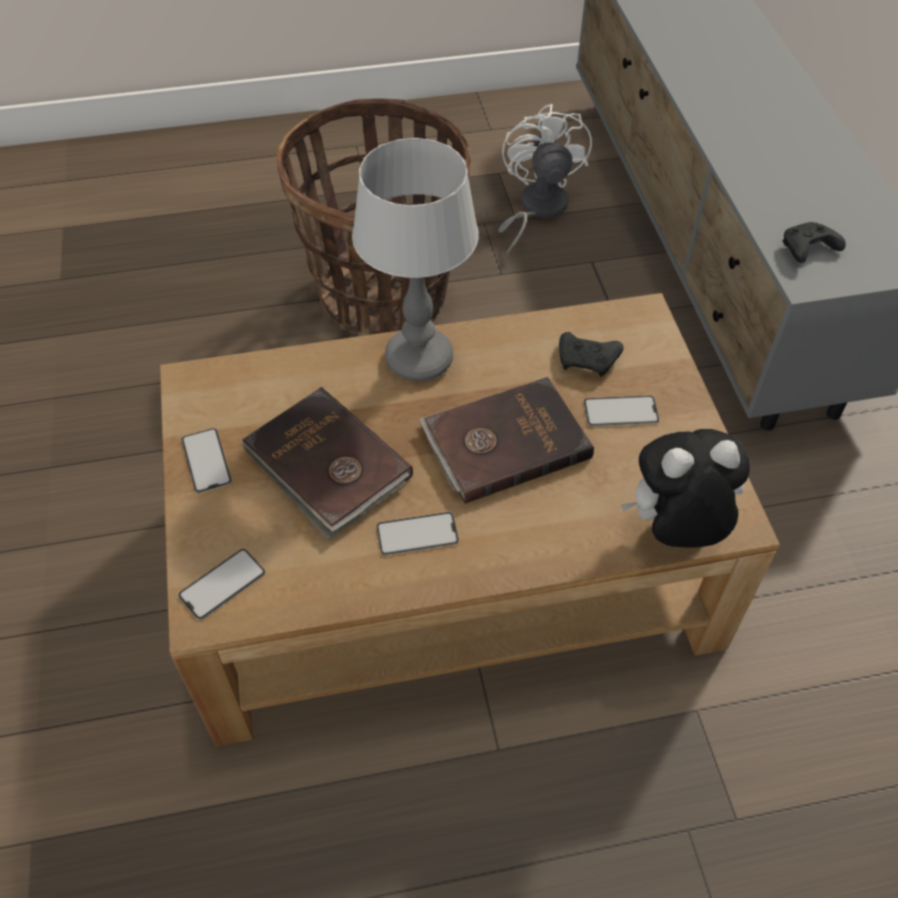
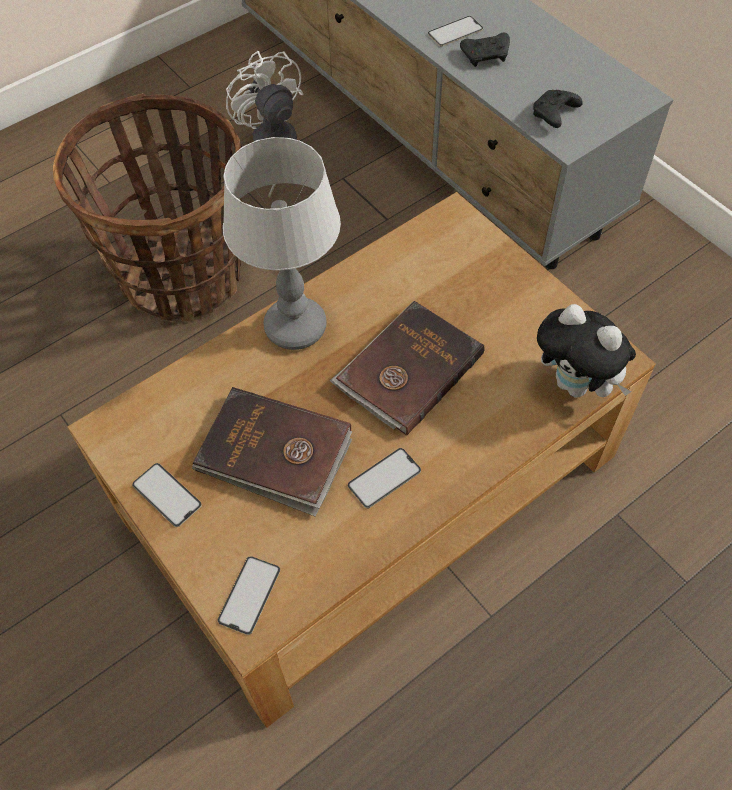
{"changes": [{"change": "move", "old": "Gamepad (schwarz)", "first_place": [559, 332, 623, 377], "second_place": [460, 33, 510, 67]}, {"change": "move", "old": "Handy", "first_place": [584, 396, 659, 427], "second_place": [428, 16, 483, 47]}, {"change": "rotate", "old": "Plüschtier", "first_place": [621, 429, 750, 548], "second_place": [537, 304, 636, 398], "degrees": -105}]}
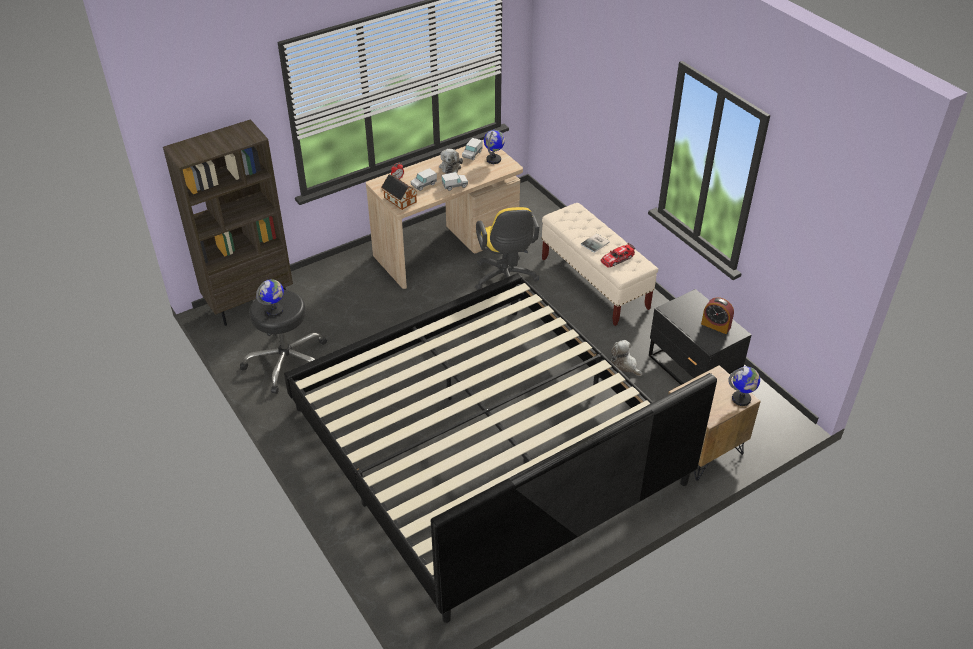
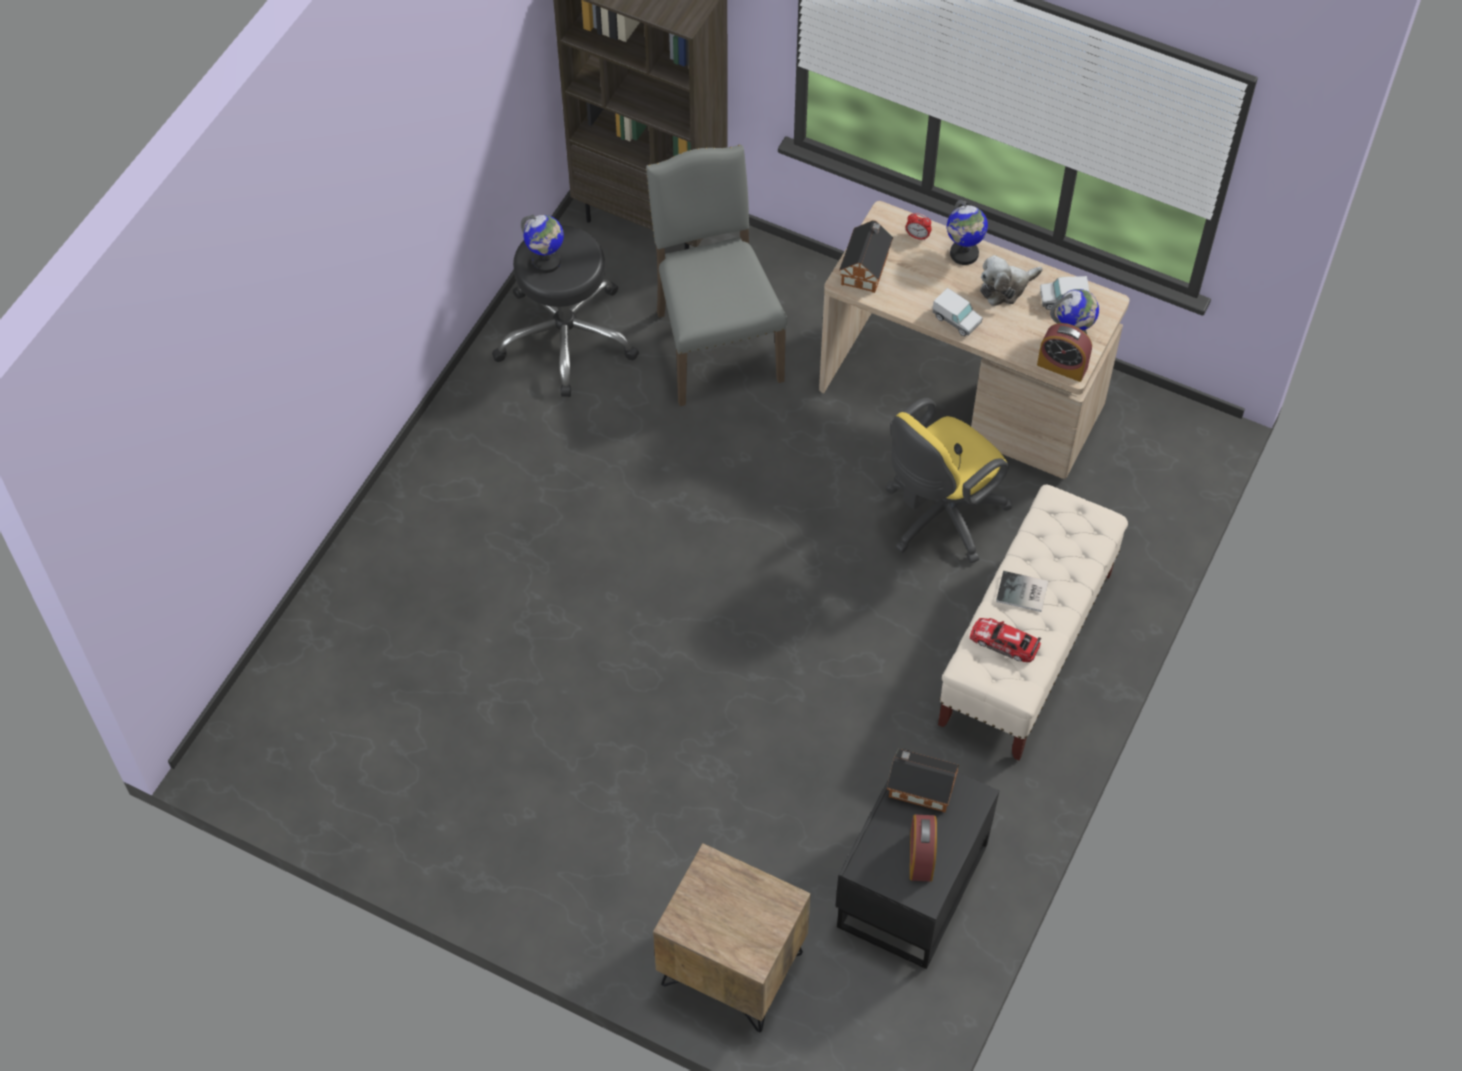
{"changes": [{"change": "delete", "old": "Bett", "first_place": [284, 273, 717, 623]}, {"change": "delete", "old": "Spielzeuglaster", "first_place": [411, 168, 437, 191]}, {"change": "delete", "old": "Plüschtier", "first_place": [611, 340, 643, 376]}, {"change": "move", "old": "Globus", "first_place": [728, 367, 760, 406], "second_place": [947, 200, 988, 265]}, {"change": "insert", "new": "Stuhl (grau)", "second_place": [646, 145, 787, 406]}, {"change": "insert", "new": "Spielzeughaus", "second_place": [887, 749, 959, 812]}, {"change": "insert", "new": "Wecker", "second_place": [1037, 323, 1092, 382]}]}
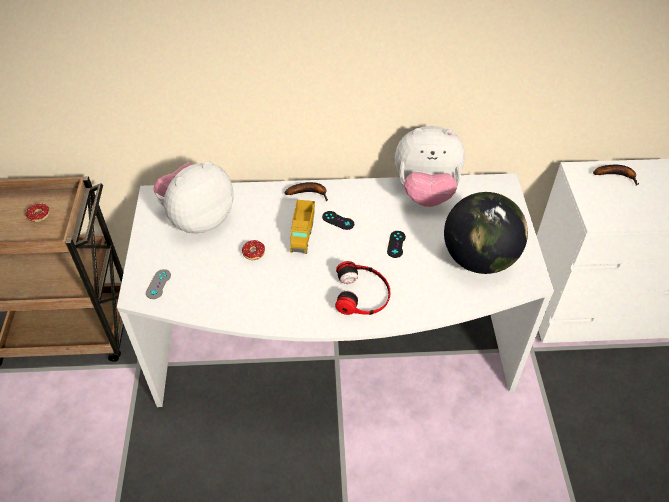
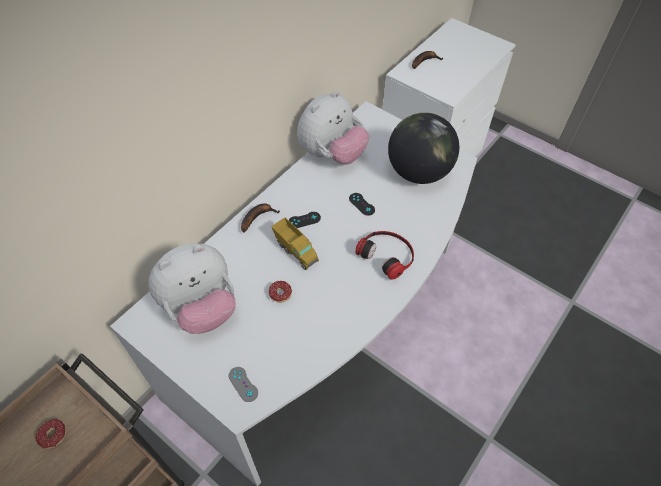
{"changes": [{"change": "rotate", "old": "Plüschtier", "first_place": [154, 161, 233, 234], "second_place": [149, 244, 236, 334], "degrees": -120}]}
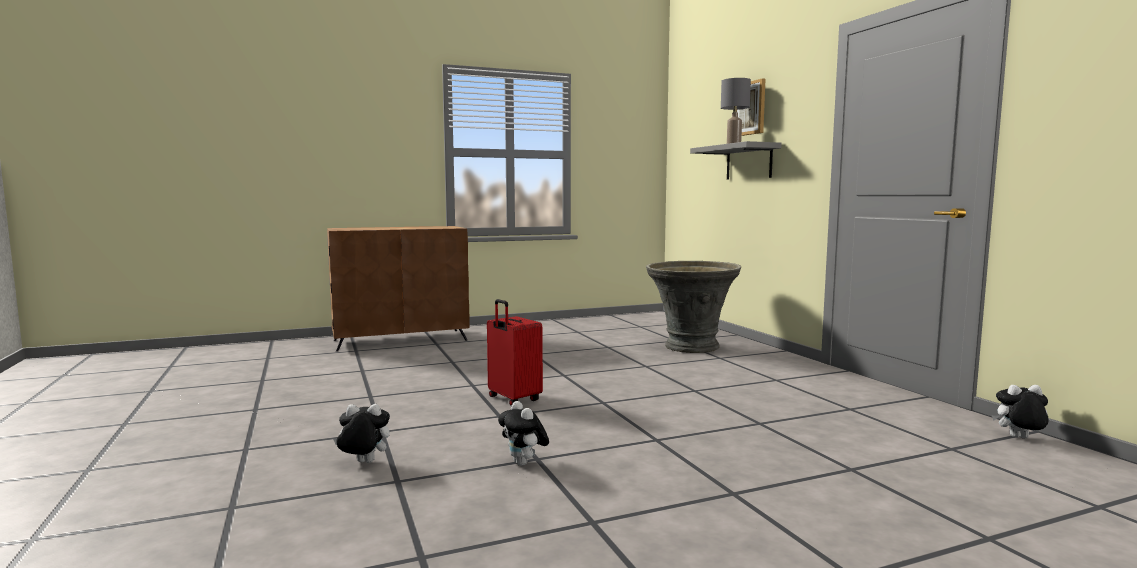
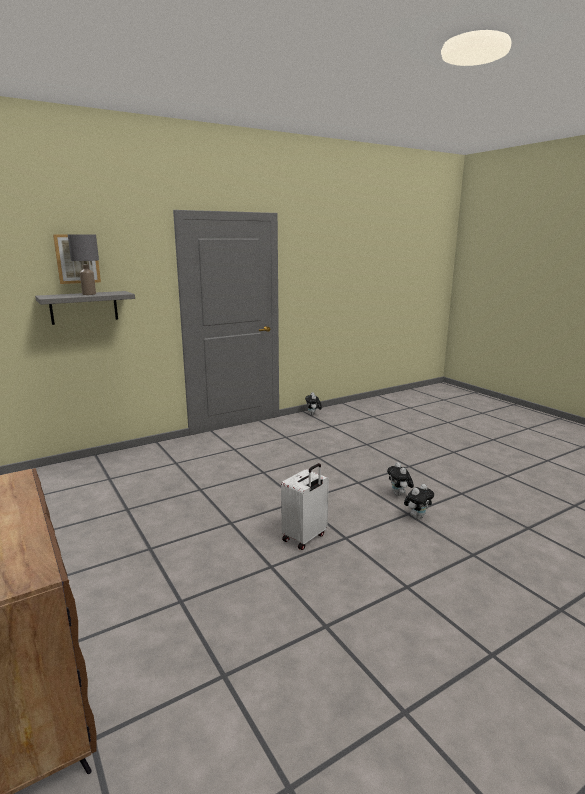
{"changes": [{"change": "move", "old": "Plüschtier", "first_place": [333, 404, 390, 463], "second_place": [387, 462, 414, 496]}, {"change": "recolor", "old": "Koffer (rot)", "new": "Koffer (weiß)", "first_place": [487, 299, 543, 406], "second_place": [281, 463, 329, 550]}, {"change": "delete", "old": "Pflanzkübel (grau)", "first_place": [646, 261, 741, 353]}]}
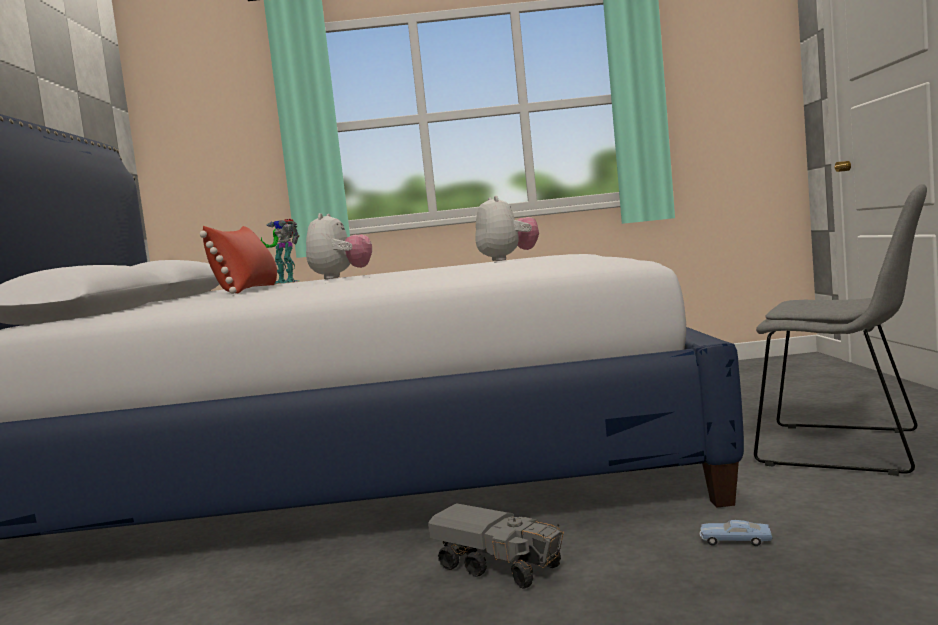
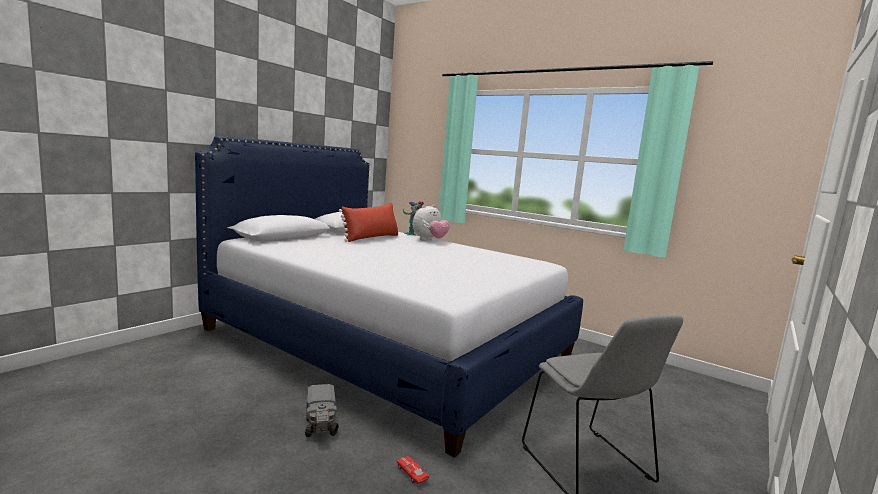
{"changes": [{"change": "delete", "old": "Plüschtier", "first_place": [475, 196, 539, 261]}, {"change": "recolor", "old": "Spielzeugauto (blau)", "new": "Spielzeugauto (rot)", "first_place": [700, 520, 772, 546], "second_place": [397, 456, 429, 484]}]}
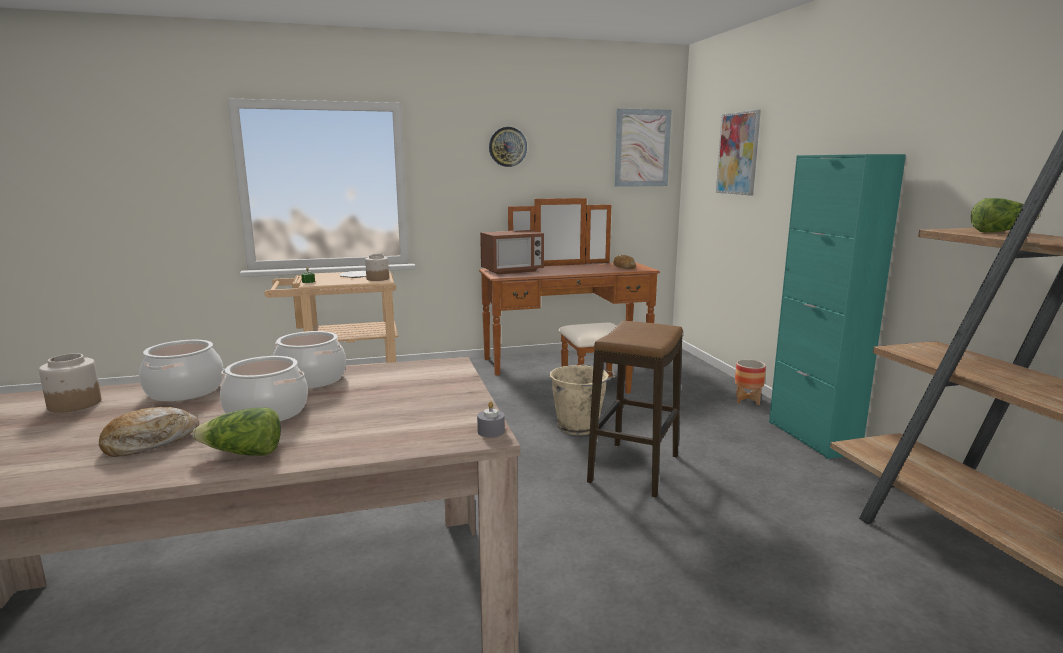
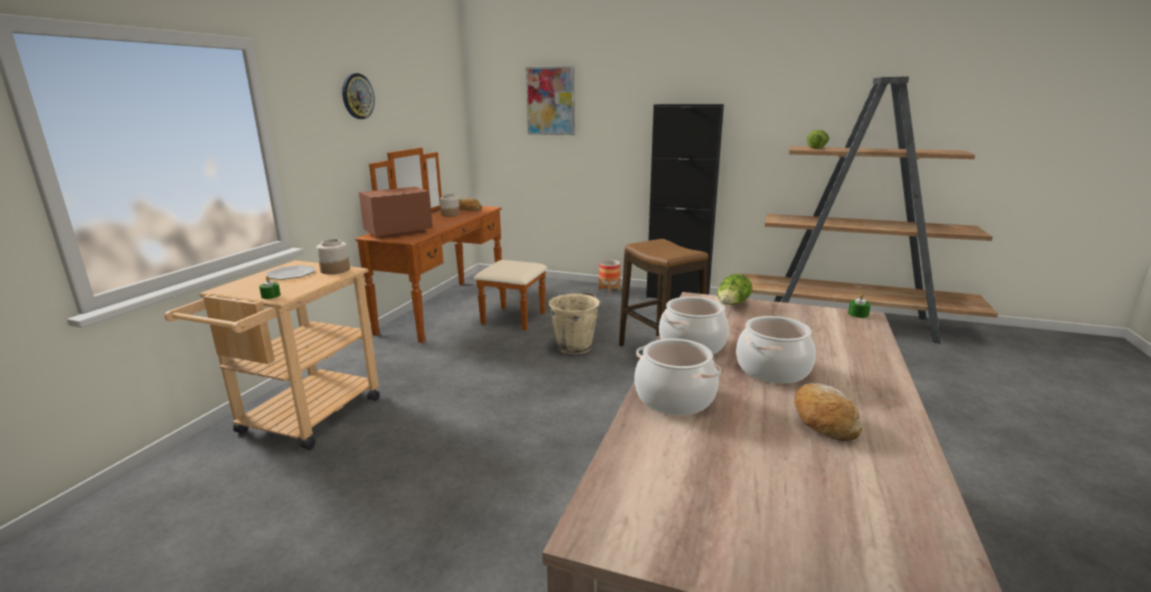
{"changes": [{"change": "move", "old": "Vorratsglas", "first_place": [39, 353, 101, 413], "second_place": [440, 194, 460, 217]}, {"change": "move", "old": "Salatkopf", "first_place": [192, 407, 281, 456], "second_place": [717, 274, 753, 305]}, {"change": "recolor", "old": "Kerze (grau)", "new": "Kerze (grün)", "first_place": [477, 401, 505, 438], "second_place": [848, 293, 871, 318]}, {"change": "rotate", "old": "Mikrowelle", "first_place": [480, 230, 544, 274], "second_place": [359, 187, 433, 238], "degrees": -135}, {"change": "delete", "old": "Bild", "first_place": [614, 109, 672, 187]}, {"change": "recolor", "old": "Schrank (türkis)", "new": "Schrank (schwarz)", "first_place": [769, 154, 906, 459], "second_place": [646, 104, 724, 300]}]}
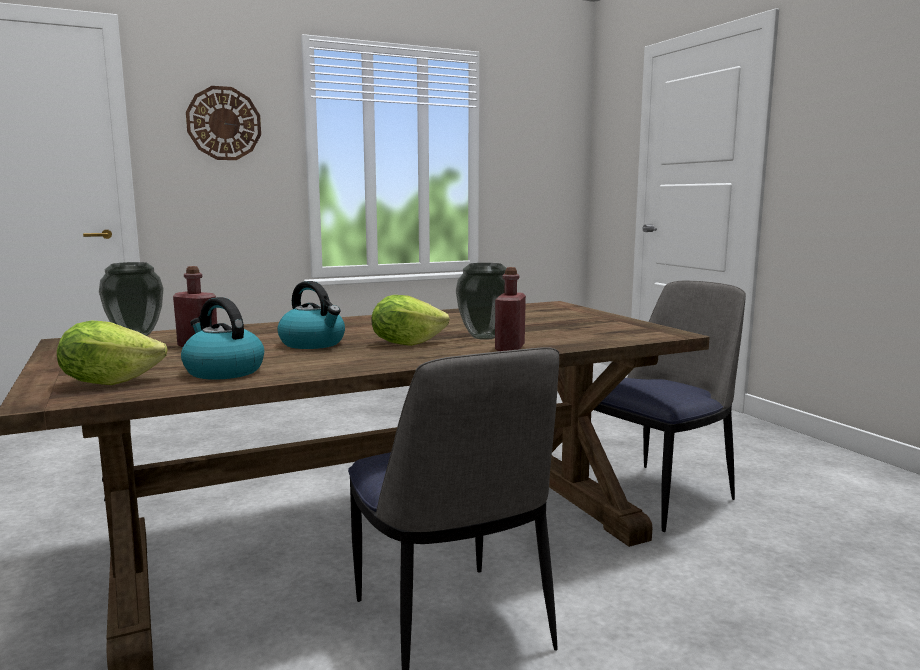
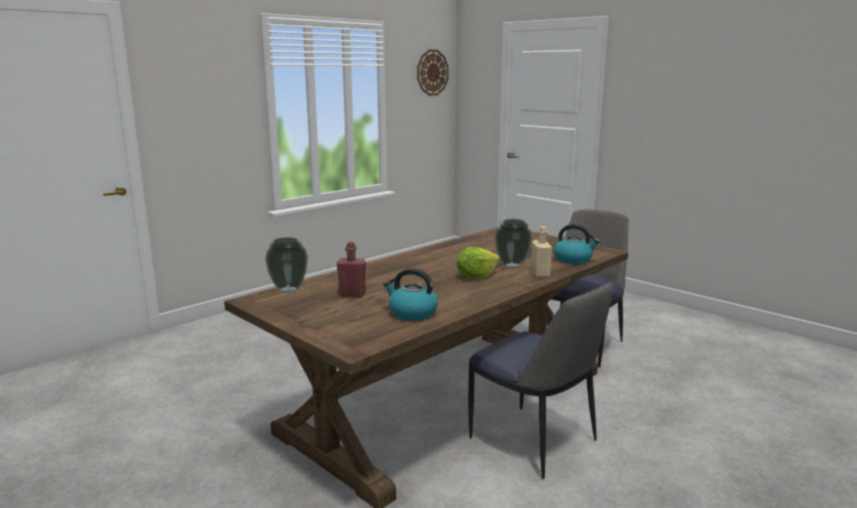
{"changes": [{"change": "delete", "old": "Salatkopf", "first_place": [57, 321, 168, 385]}, {"change": "move", "old": "Wanduhr", "first_place": [186, 86, 261, 160], "second_place": [417, 50, 449, 96]}, {"change": "move", "old": "Wasserkessel", "first_place": [277, 281, 345, 349], "second_place": [554, 224, 600, 264]}, {"change": "recolor", "old": "Flasche (rot)", "new": "Flasche (beige)", "first_place": [495, 267, 526, 351], "second_place": [531, 226, 552, 277]}]}
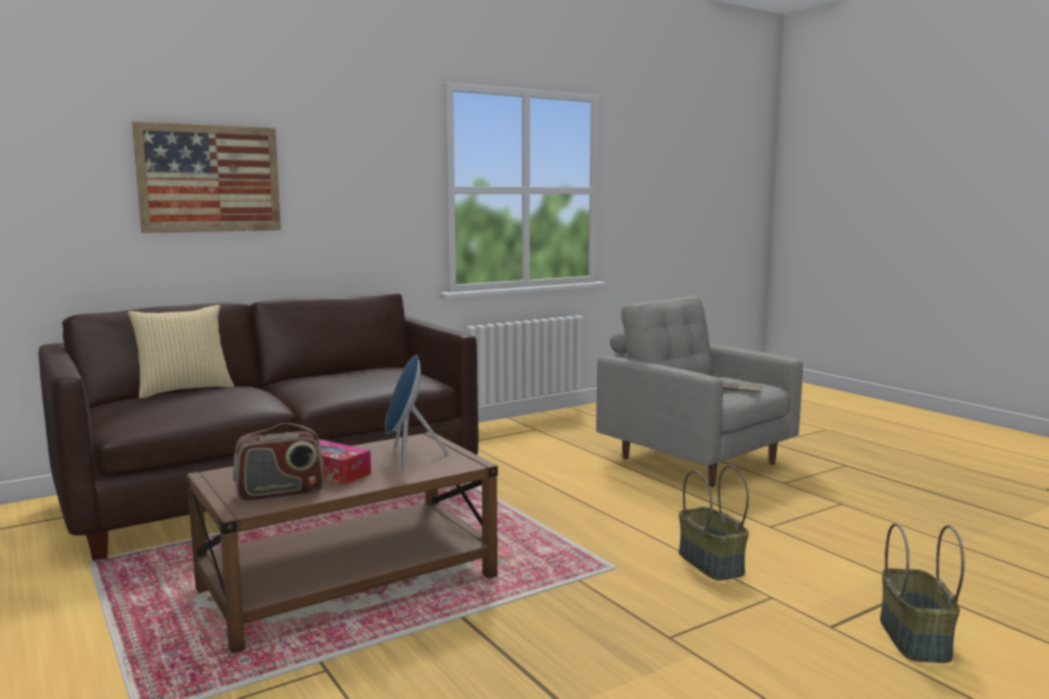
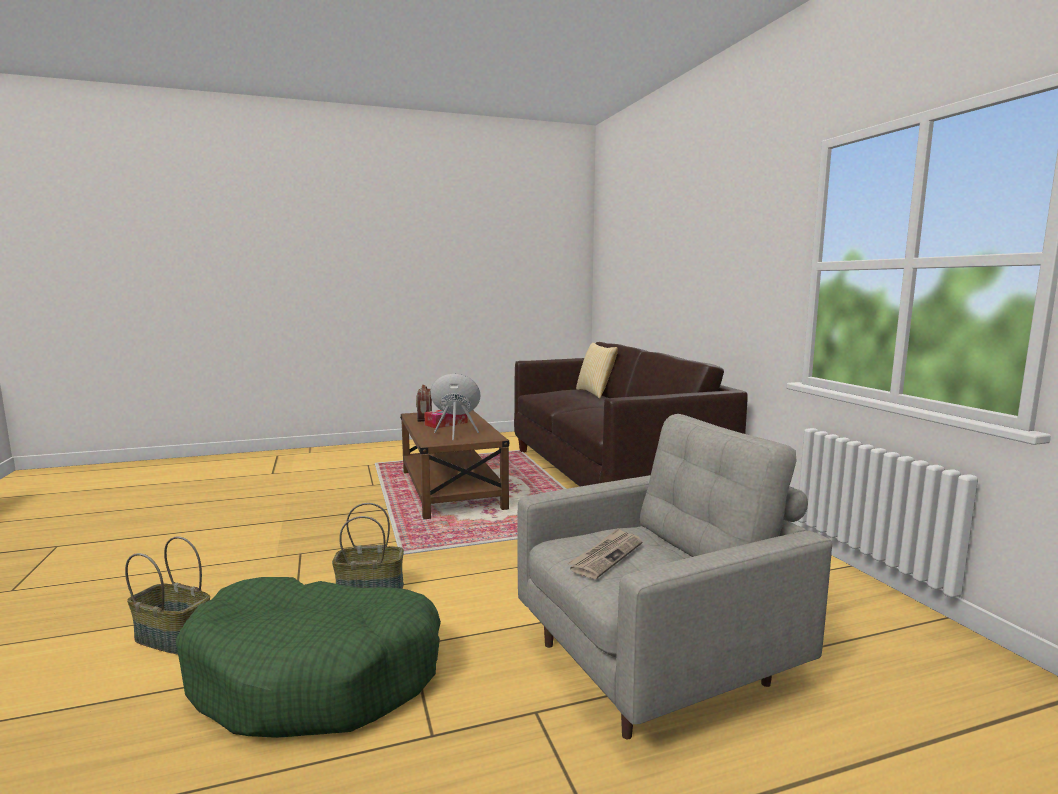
{"changes": [{"change": "delete", "old": "Bild", "first_place": [132, 121, 281, 233]}, {"change": "insert", "new": "Hundebett (grün)", "second_place": [175, 577, 441, 738]}]}
